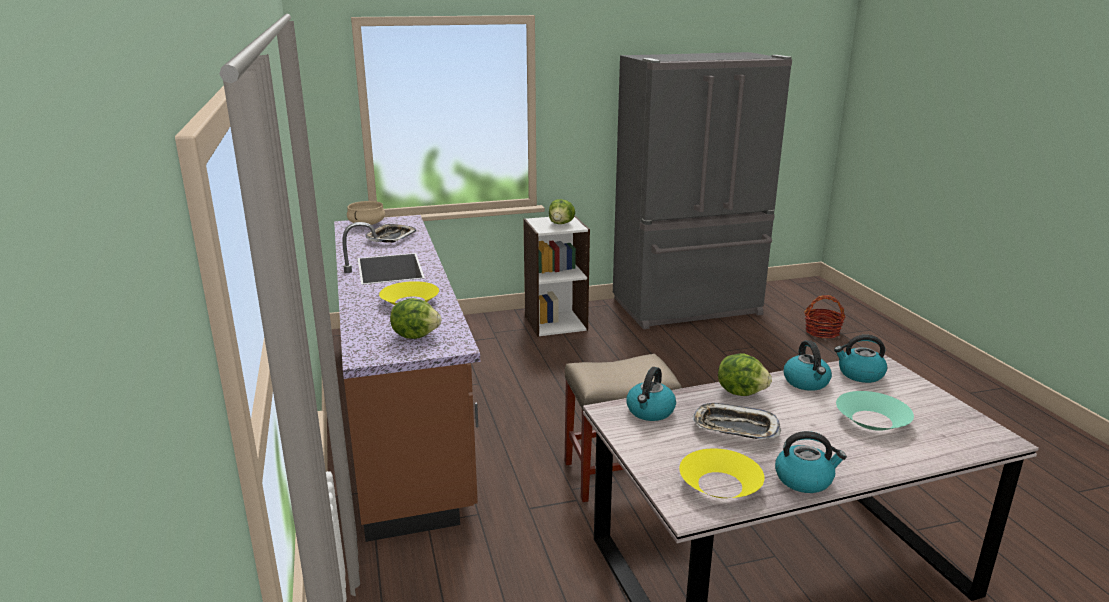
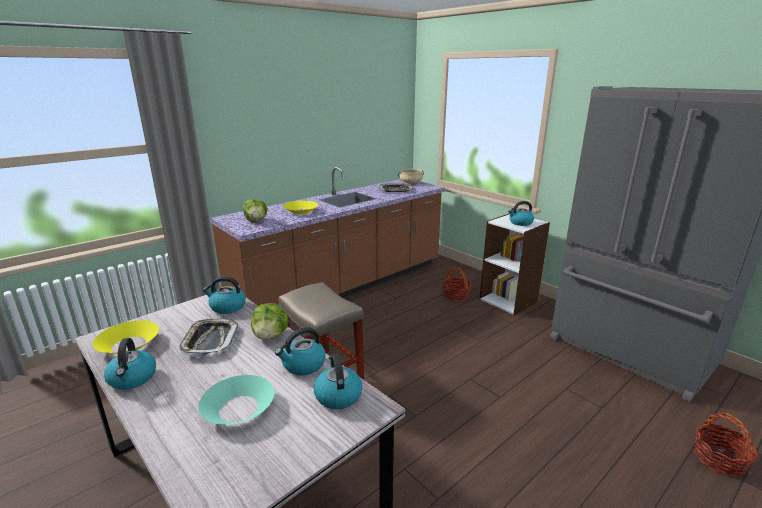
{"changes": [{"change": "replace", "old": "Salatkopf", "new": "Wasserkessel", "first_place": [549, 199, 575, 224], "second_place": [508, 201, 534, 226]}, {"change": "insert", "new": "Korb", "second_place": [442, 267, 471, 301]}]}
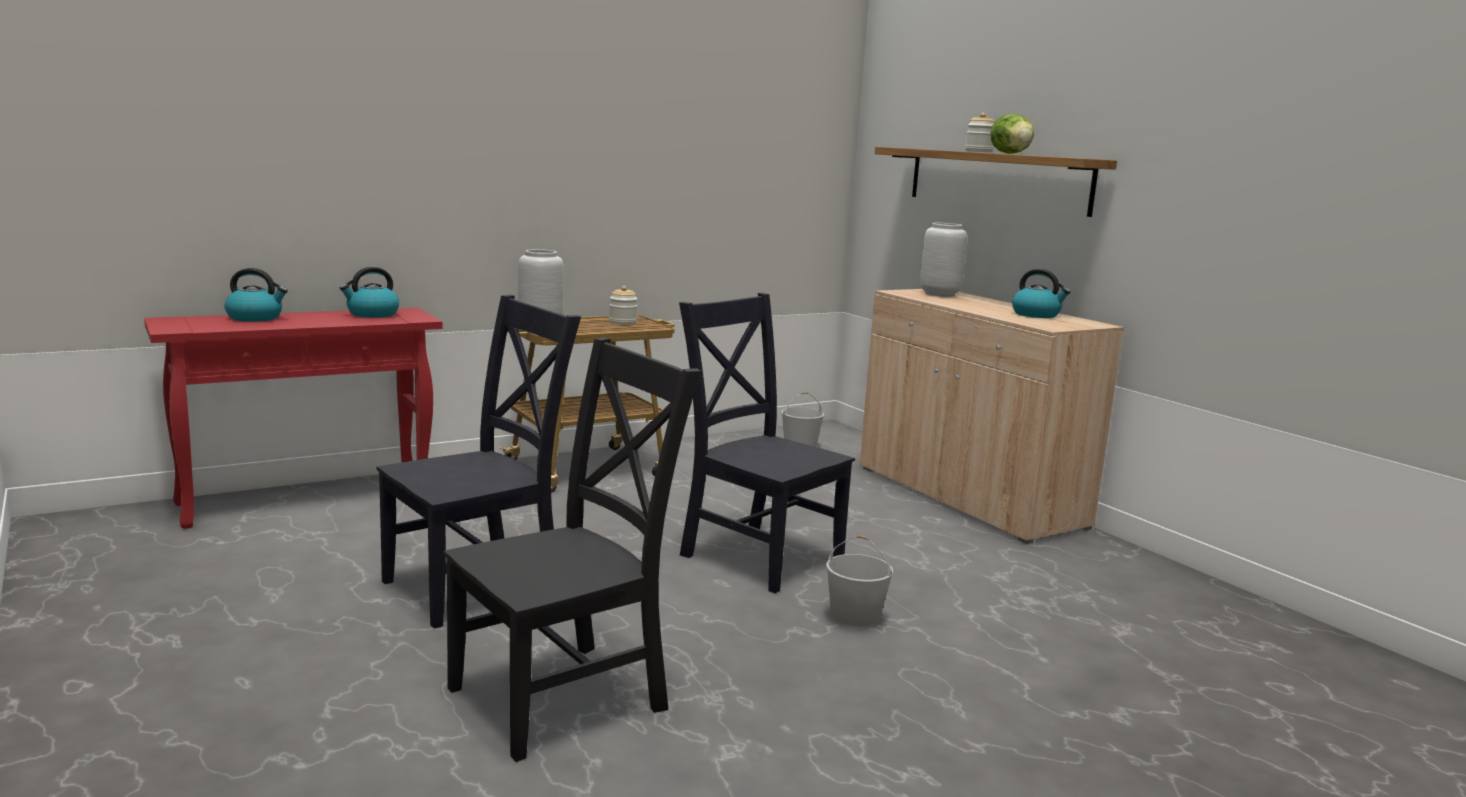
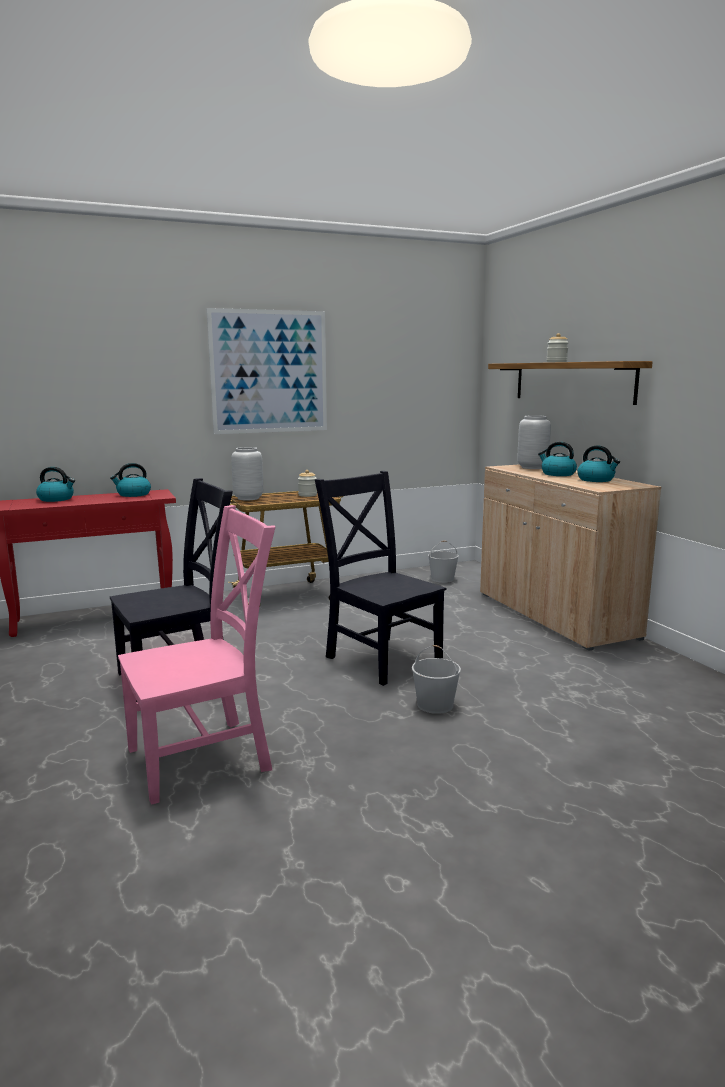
{"changes": [{"change": "recolor", "old": "Stuhl (schwarz)", "new": "Stuhl (rosa)", "first_place": [443, 337, 701, 762], "second_place": [118, 505, 275, 805]}, {"change": "delete", "old": "Salatkopf", "first_place": [990, 114, 1034, 154]}, {"change": "insert", "new": "Bild", "second_place": [207, 308, 327, 434]}, {"change": "insert", "new": "Wasserkessel", "second_place": [538, 442, 577, 476]}]}
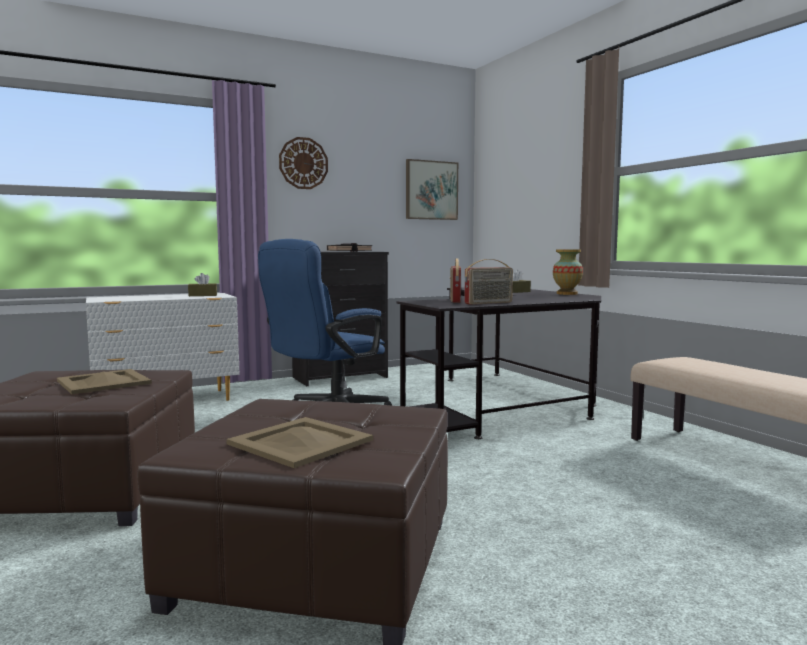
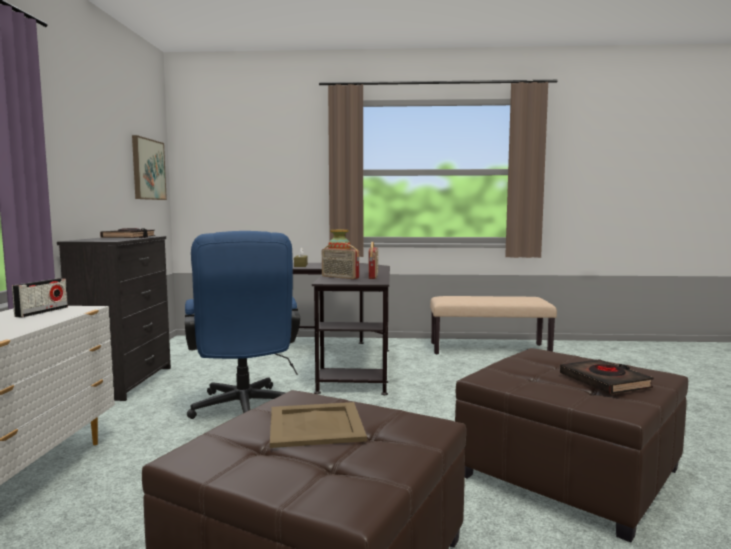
{"changes": [{"change": "replace", "old": "Taschentuchbox (braun)", "new": "Radio", "first_place": [188, 273, 217, 296], "second_place": [12, 278, 68, 318]}, {"change": "replace", "old": "Tablett (beige)", "new": "Buch (schwarz)", "first_place": [226, 417, 373, 468], "second_place": [560, 359, 654, 394]}, {"change": "delete", "old": "Wanduhr", "first_place": [279, 137, 328, 189]}]}
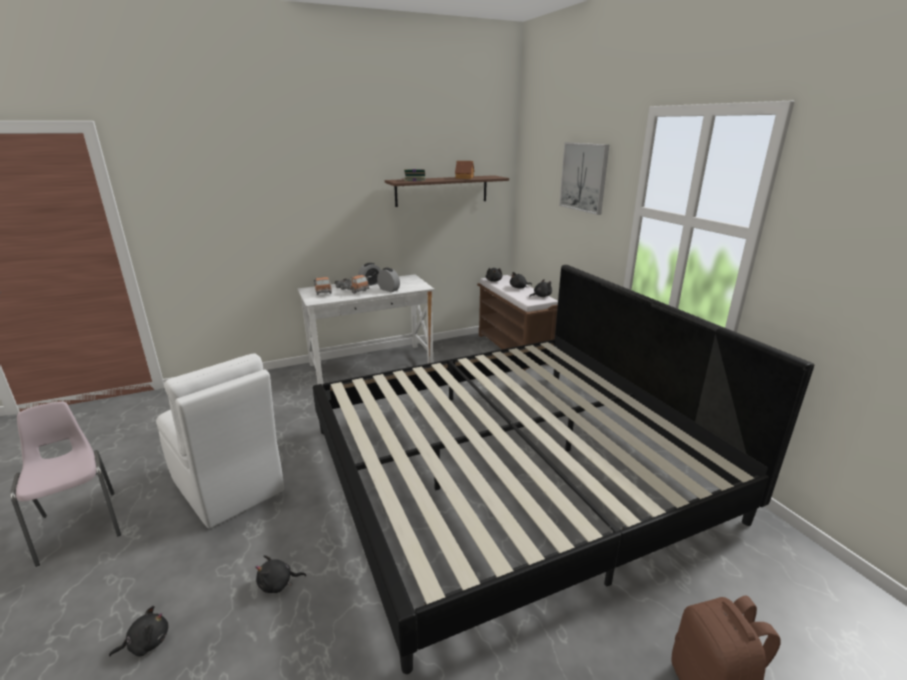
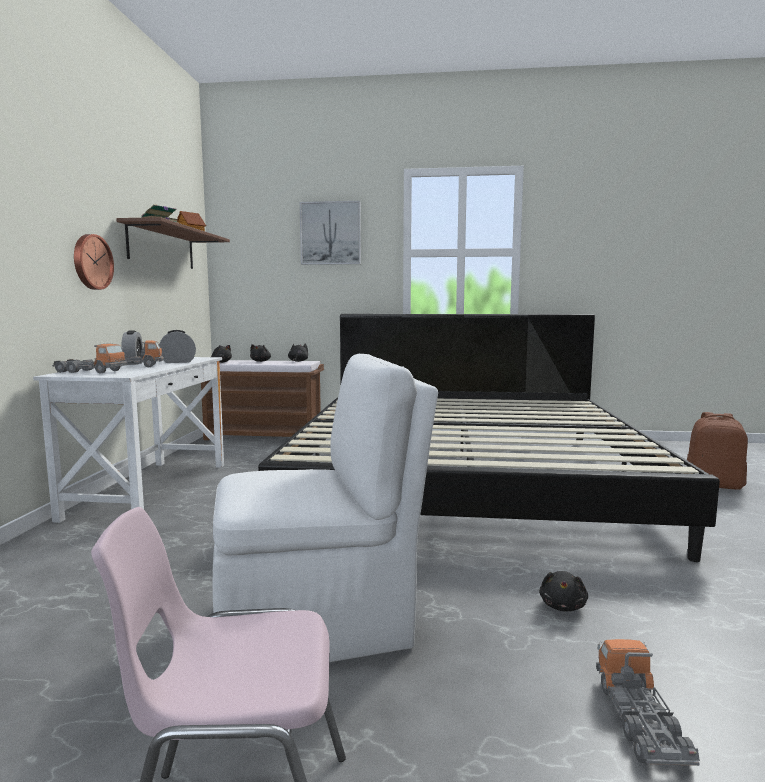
{"changes": [{"change": "replace", "old": "Plüschtier (schwarz)", "new": "Spielzeuglaster", "first_place": [109, 606, 169, 657], "second_place": [596, 639, 700, 766]}, {"change": "insert", "new": "Wanduhr", "second_place": [74, 234, 114, 290]}]}
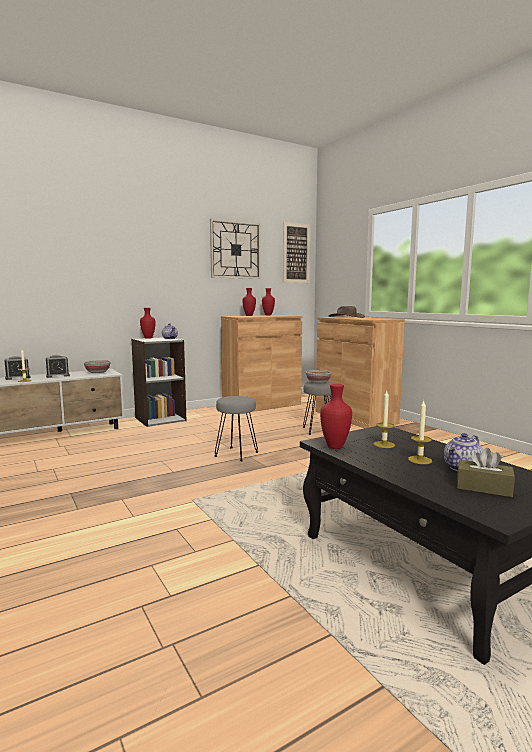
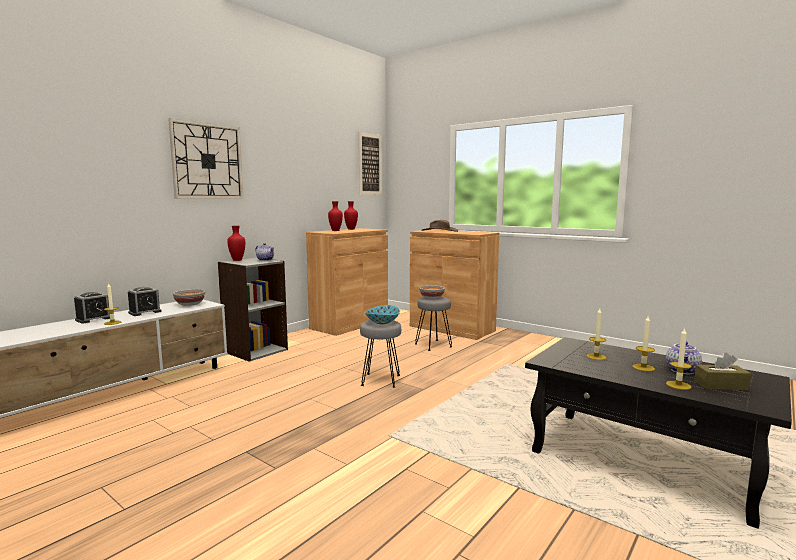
{"changes": [{"change": "move", "old": "Wanduhr", "first_place": [210, 219, 261, 279], "second_place": [168, 118, 243, 198]}, {"change": "delete", "old": "Vase (rot)", "first_place": [320, 384, 352, 449]}, {"change": "insert", "new": "Schüssel", "second_place": [365, 305, 400, 324]}, {"change": "insert", "new": "Kerze", "second_place": [666, 328, 692, 390]}]}
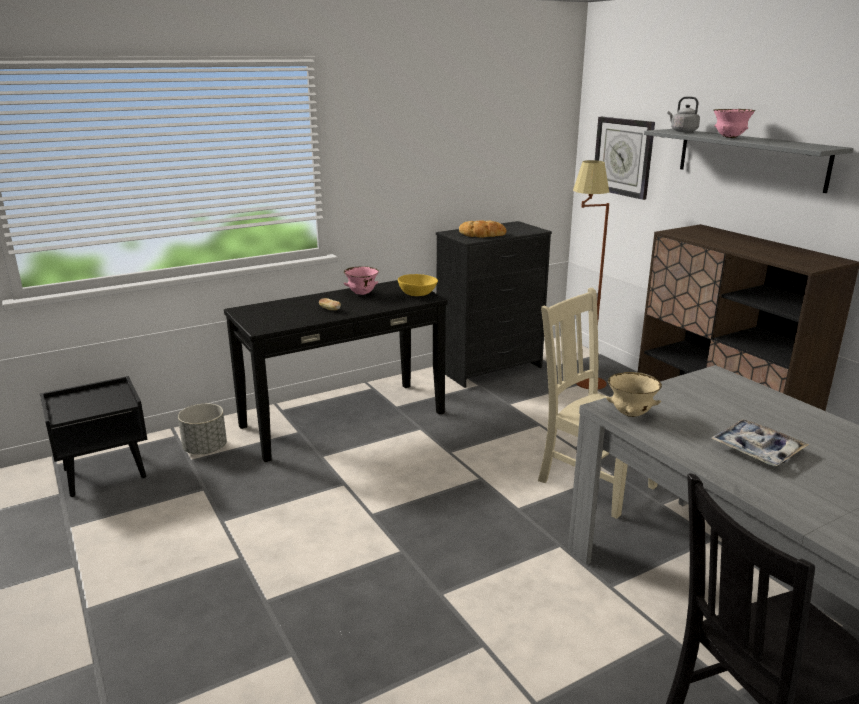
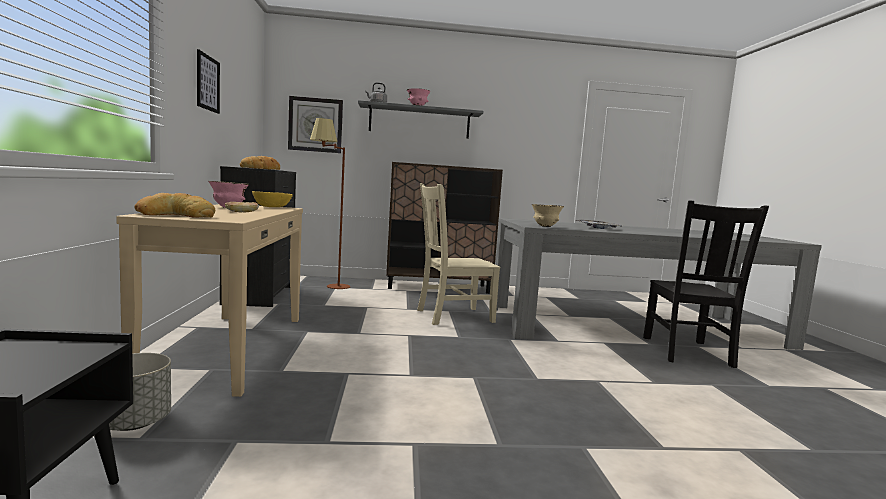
{"changes": [{"change": "recolor", "old": "Konsolentisch (schwarz)", "new": "Konsolentisch (beige)", "first_place": [224, 280, 447, 462], "second_place": [116, 204, 303, 397]}, {"change": "insert", "new": "Brot", "second_place": [134, 193, 215, 218]}, {"change": "insert", "new": "Bild", "second_place": [197, 49, 220, 114]}]}
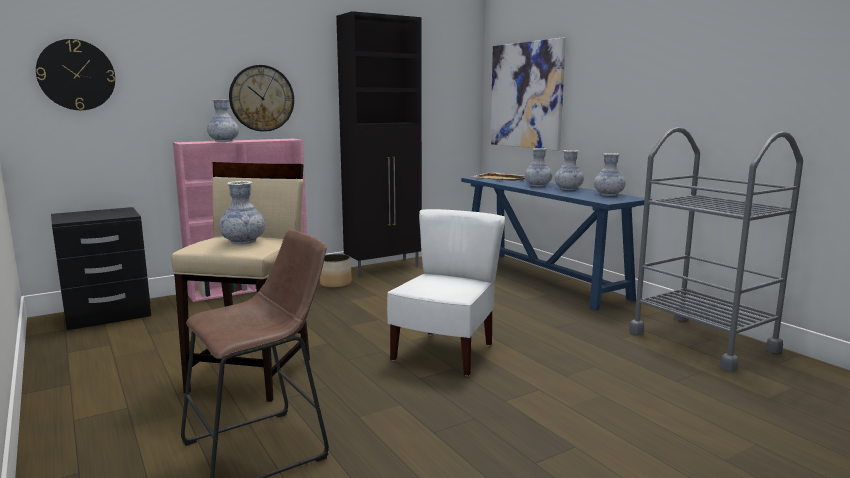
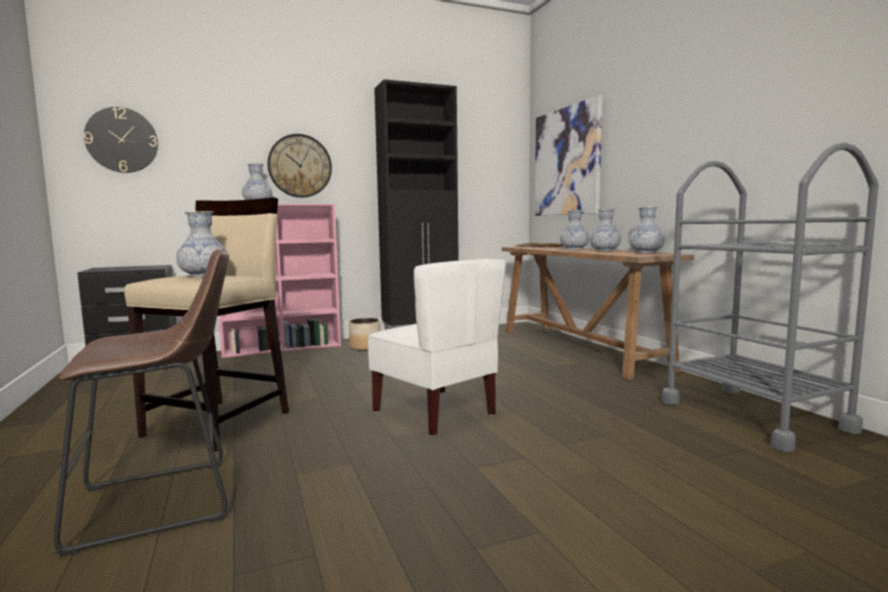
{"changes": [{"change": "rotate", "old": "Stuhl (weiß)", "first_place": [387, 209, 505, 376], "second_place": [368, 259, 506, 437], "degrees": 105}, {"change": "recolor", "old": "Konsolentisch (blau)", "new": "Konsolentisch (braun)", "first_place": [461, 177, 652, 311], "second_place": [502, 247, 695, 380]}]}
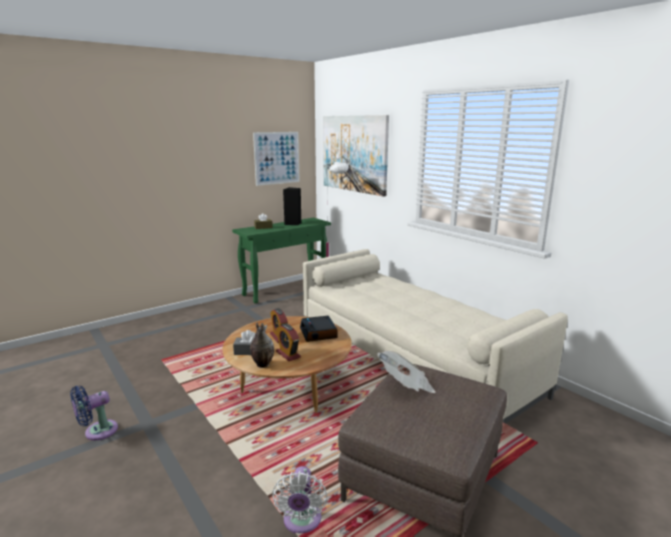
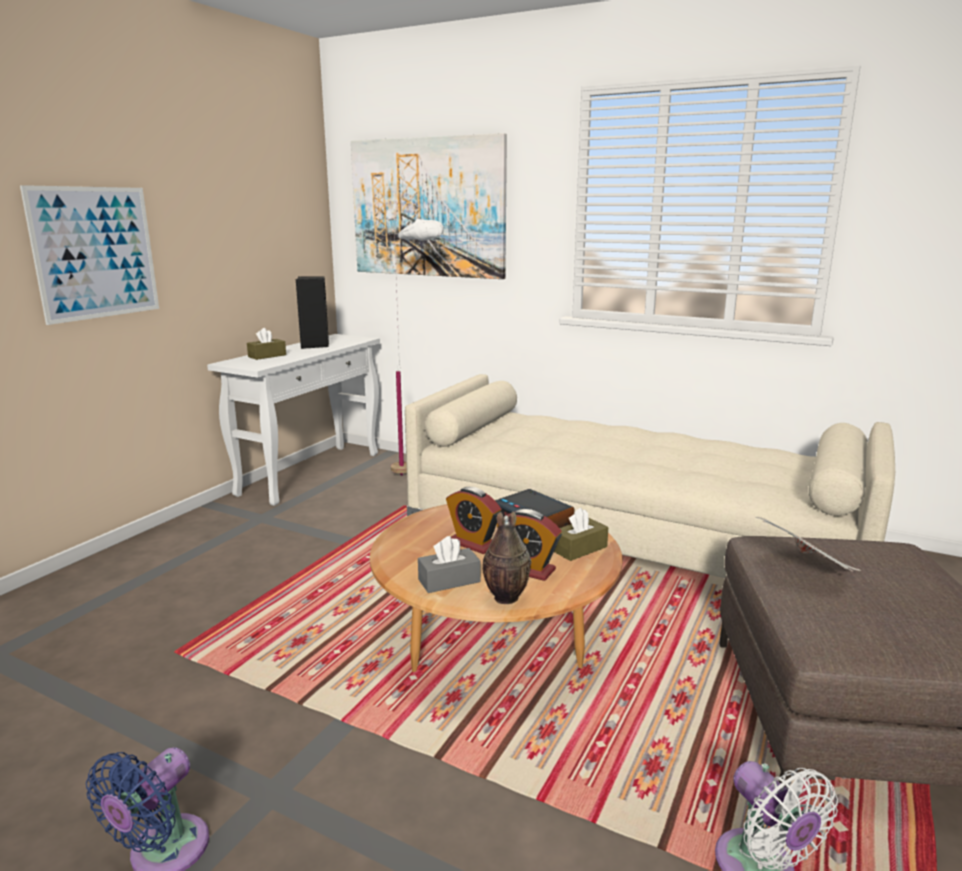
{"changes": [{"change": "recolor", "old": "Konsolentisch (grün)", "new": "Konsolentisch (weiß)", "first_place": [232, 218, 331, 304], "second_place": [207, 334, 380, 506]}, {"change": "move", "old": "Bild", "first_place": [253, 132, 300, 186], "second_place": [20, 185, 159, 325]}, {"change": "insert", "new": "Taschentuchbox (braun)", "second_place": [554, 508, 608, 561]}]}
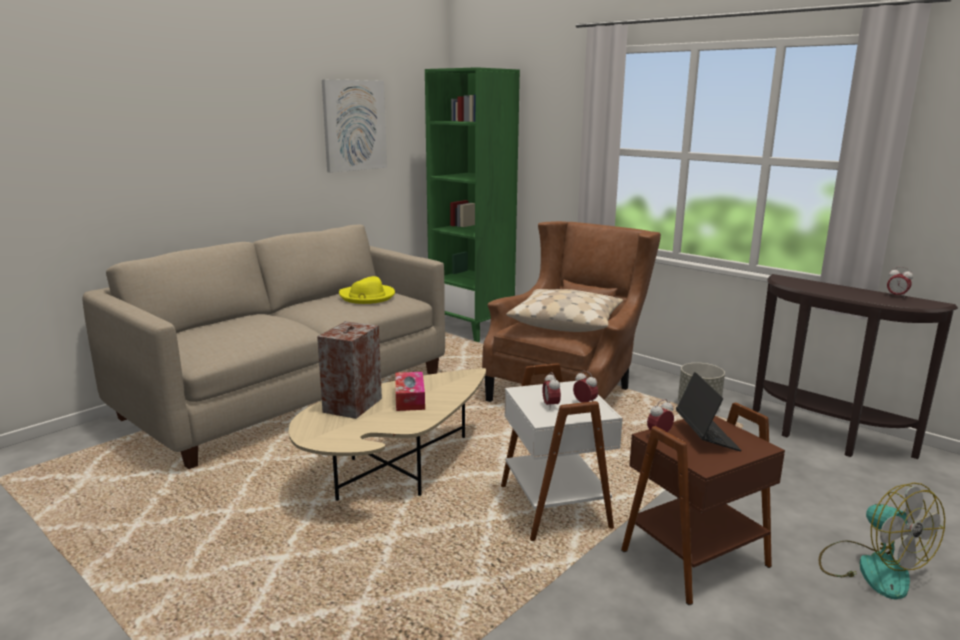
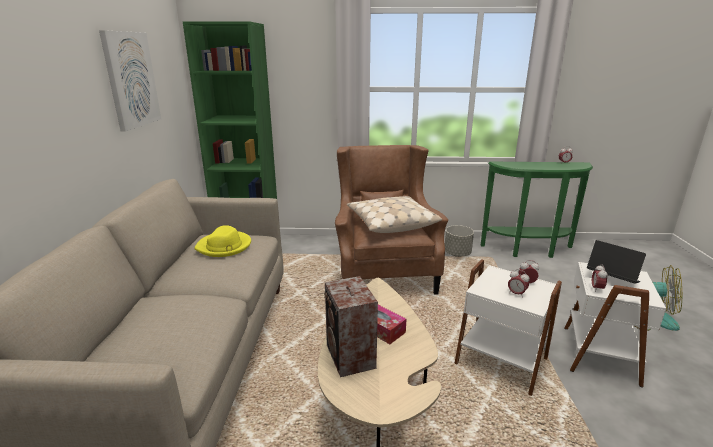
{"changes": [{"change": "recolor", "old": "Beistelltisch (braun)", "new": "Beistelltisch (weiß)", "first_place": [621, 403, 785, 605], "second_place": [564, 262, 666, 388]}, {"change": "recolor", "old": "Konsolentisch (braun)", "new": "Konsolentisch (grün)", "first_place": [753, 274, 958, 459], "second_place": [481, 162, 593, 258]}]}
